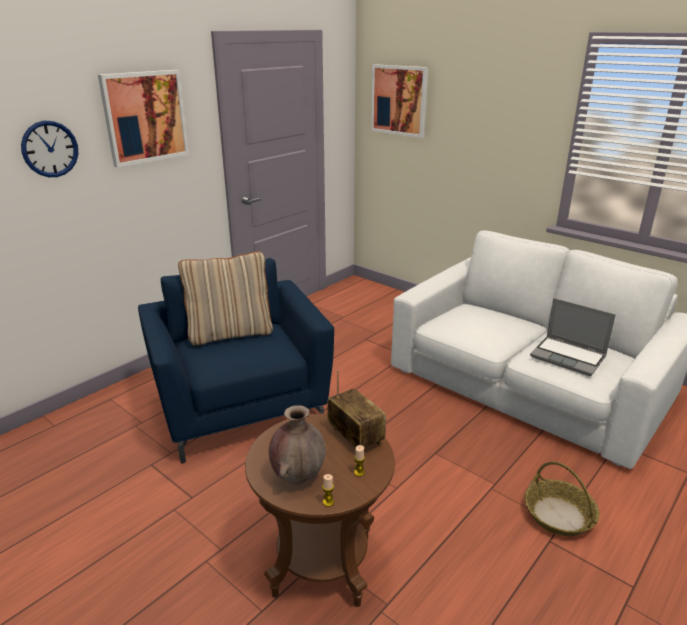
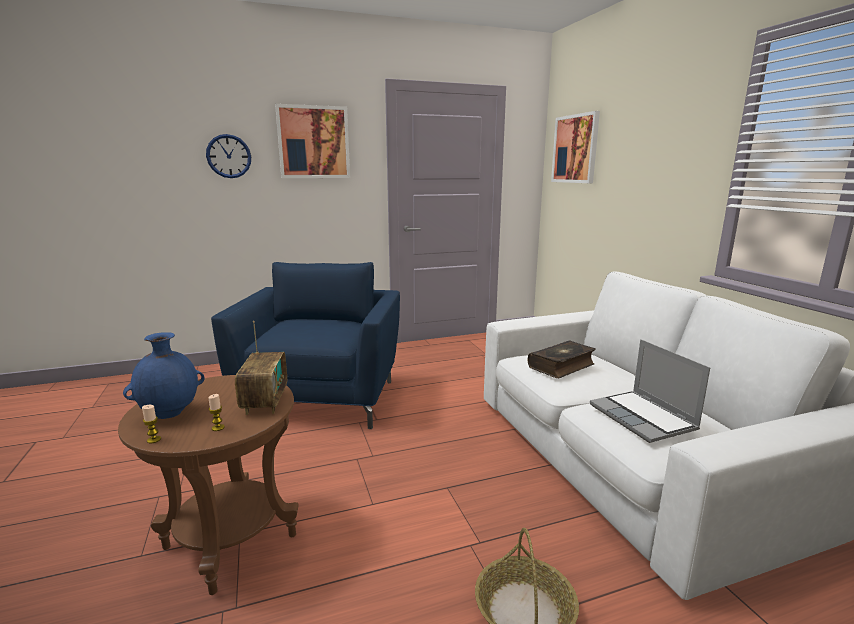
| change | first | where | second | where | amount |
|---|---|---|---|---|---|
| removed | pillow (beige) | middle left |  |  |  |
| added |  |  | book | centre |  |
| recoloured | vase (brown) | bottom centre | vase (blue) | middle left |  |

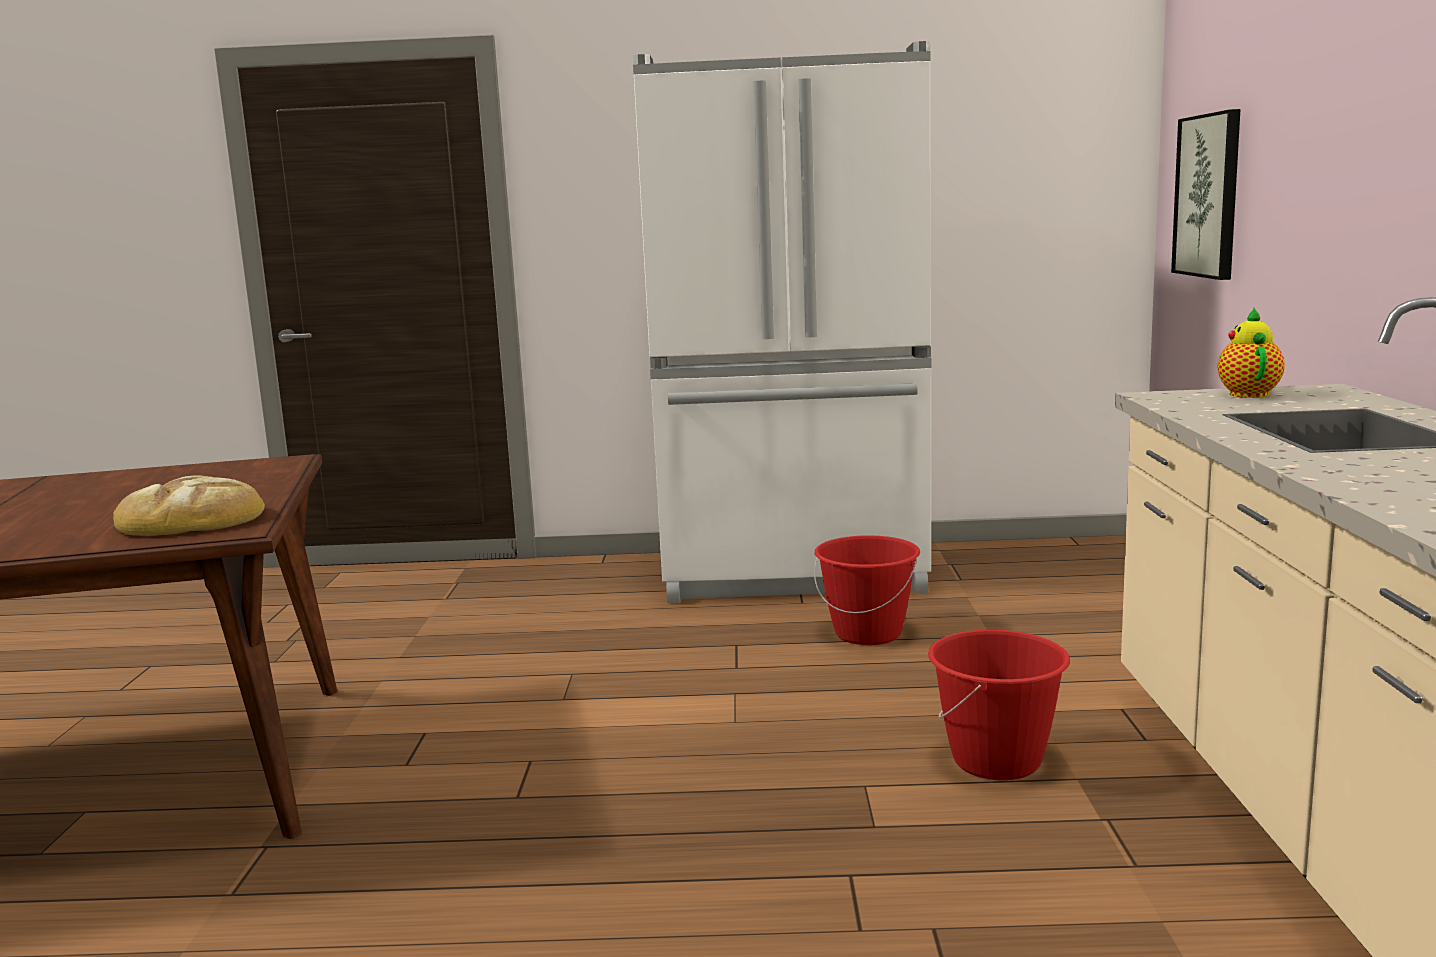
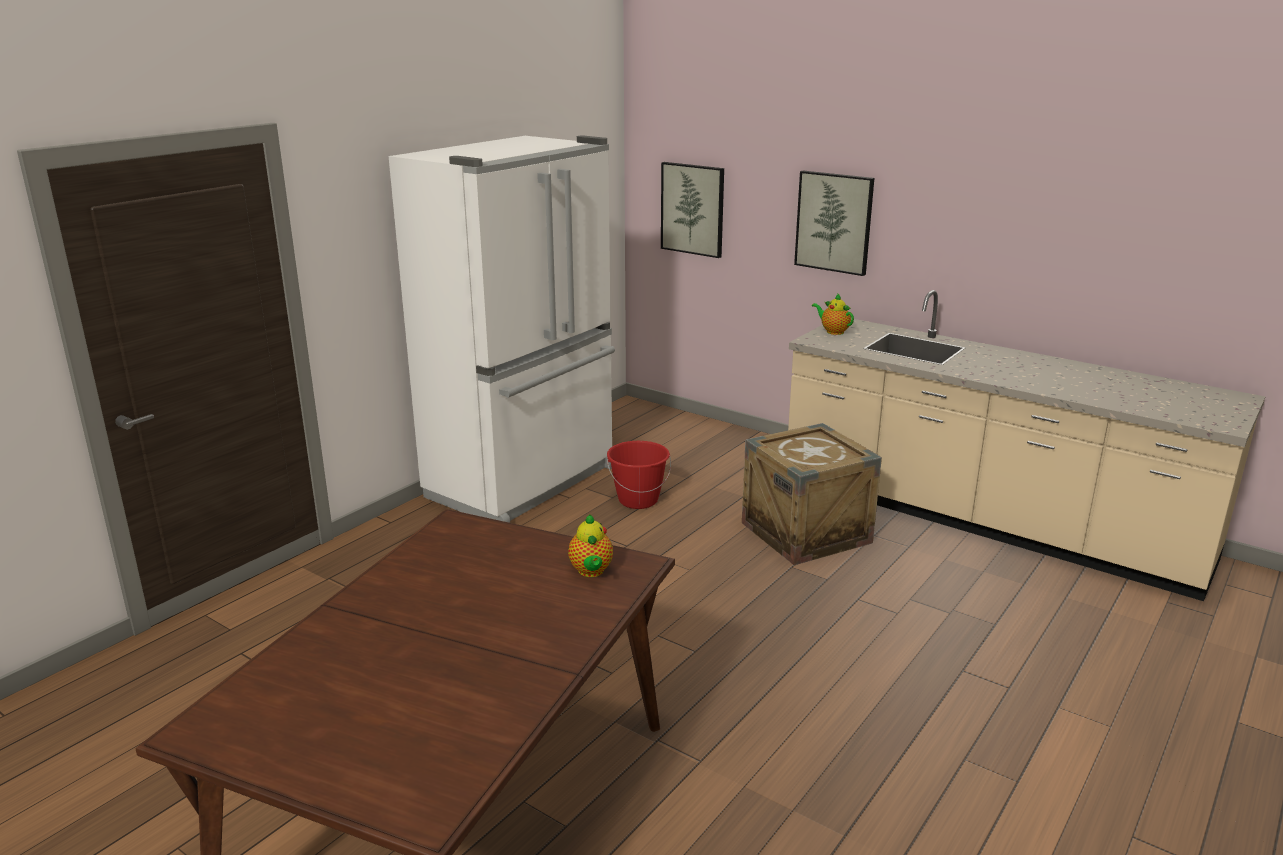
| change | first | where | second | where | amount |
|---|---|---|---|---|---|
| added |  |  | picture (2nd from left) | top centre |  |
| replaced | bread | middle left | teapot (1st from left) | centre |  |
| replaced | bucket (red) (2nd from left) | bottom right | crate | centre |  |

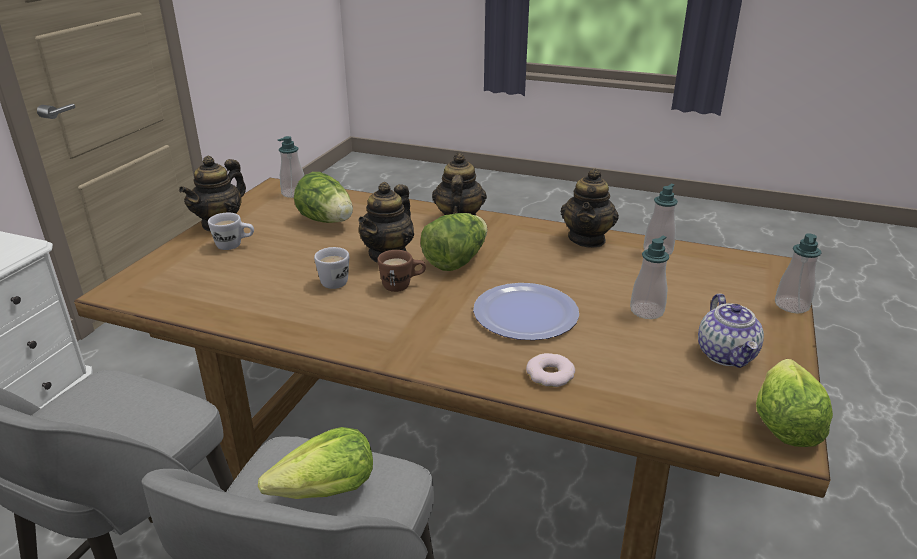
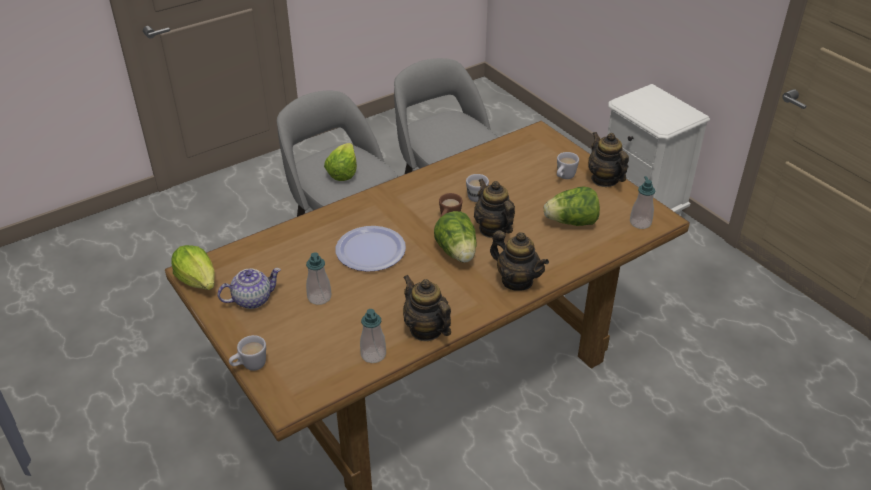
| change | first | where | second | where | amount |
|---|---|---|---|---|---|
| removed | donut | centre |  |  |  |
| replaced | soap dispenser (4th from left) | middle right | mug (white) (1st from left) | bottom left |  |
| turned | teapot (5th from left in the first image) | middle right | teapot (1st from left) | middle left | 120 degrees clockwise |

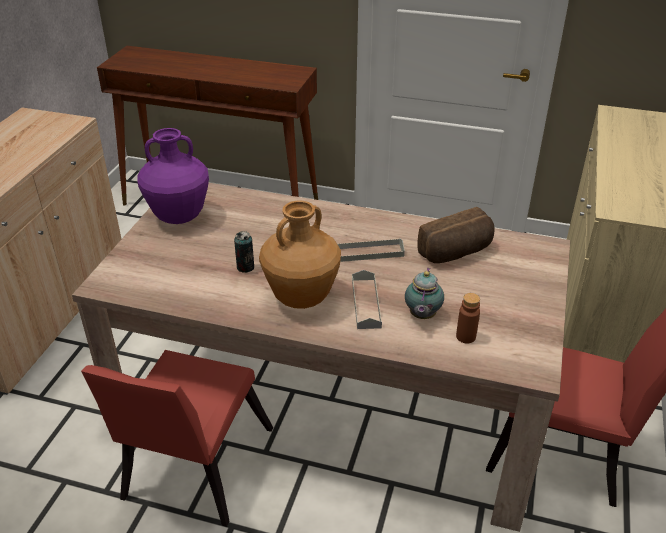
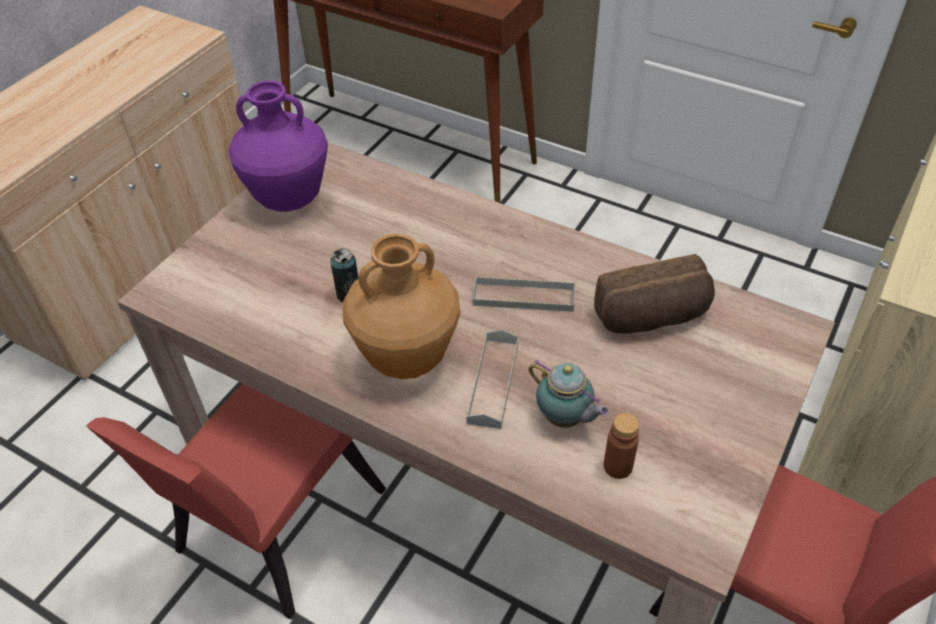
| change | first | where | second | where | amount |
|---|---|---|---|---|---|
| turned | teapot | centre |  | centre | 75 degrees counterclockwise |

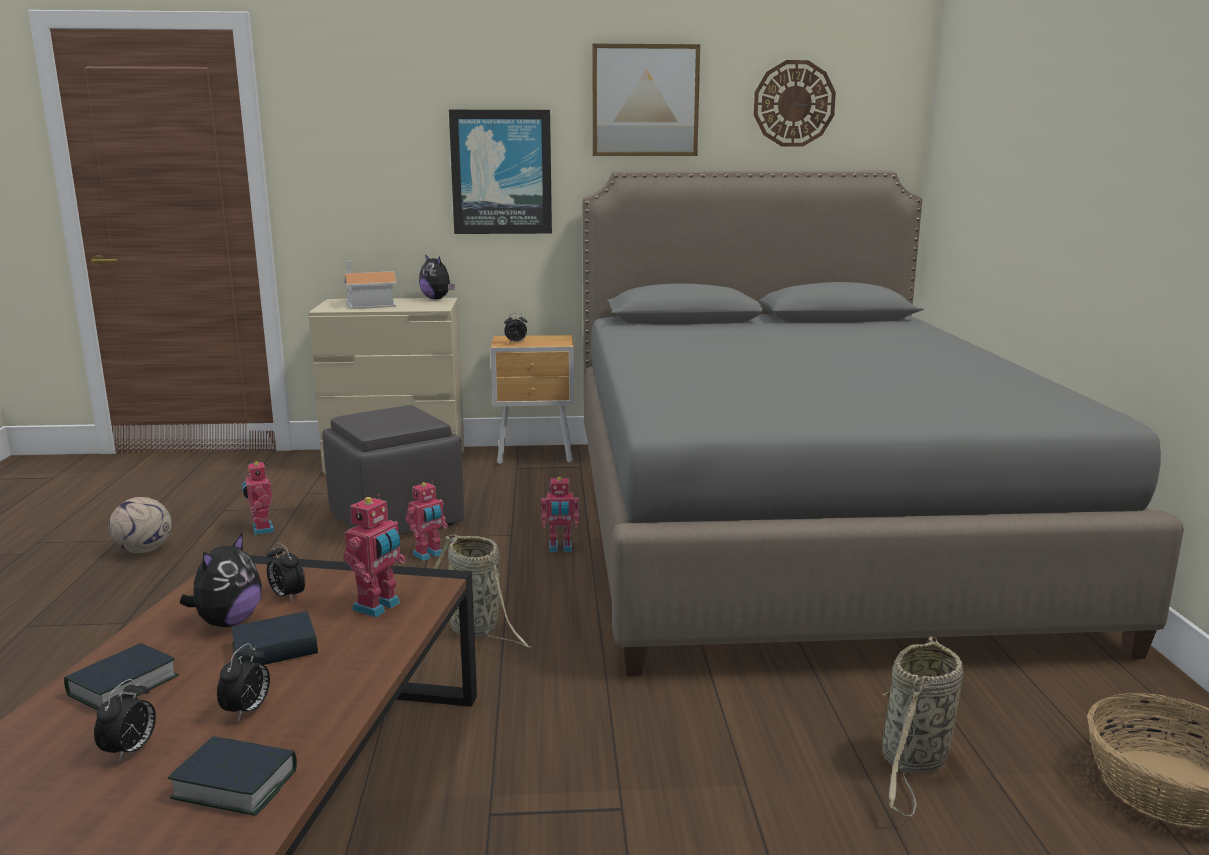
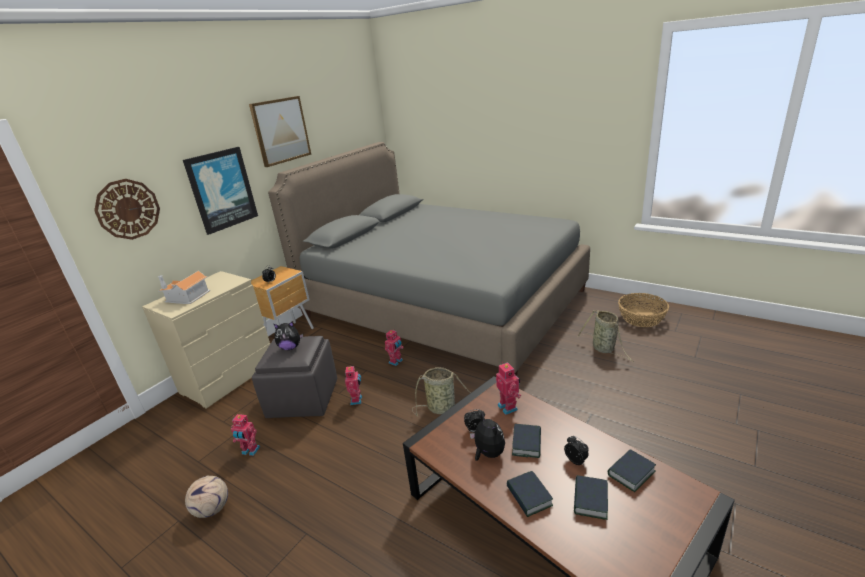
| change | first | where | second | where | amount |
|---|---|---|---|---|---|
| moved | plush toy (2nd from left in the first image) | top centre | plush toy (1st from left) | middle left |  |
| moved | wall clock | top centre |  | middle left |  |
| replaced | alarm clock (1st from left) | bottom left | book (3rd from left) | bottom right |  |

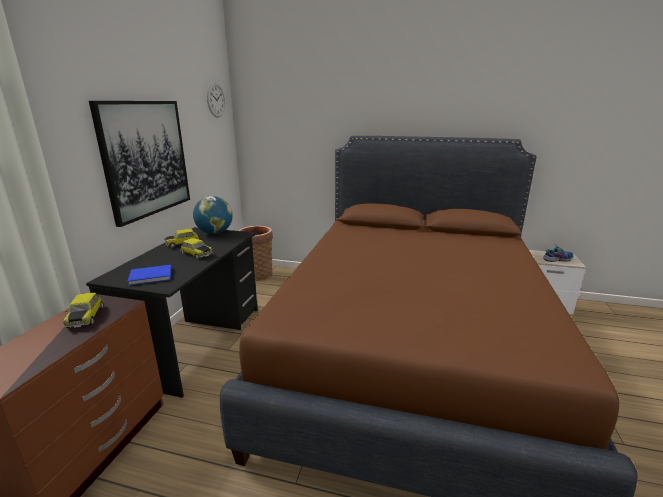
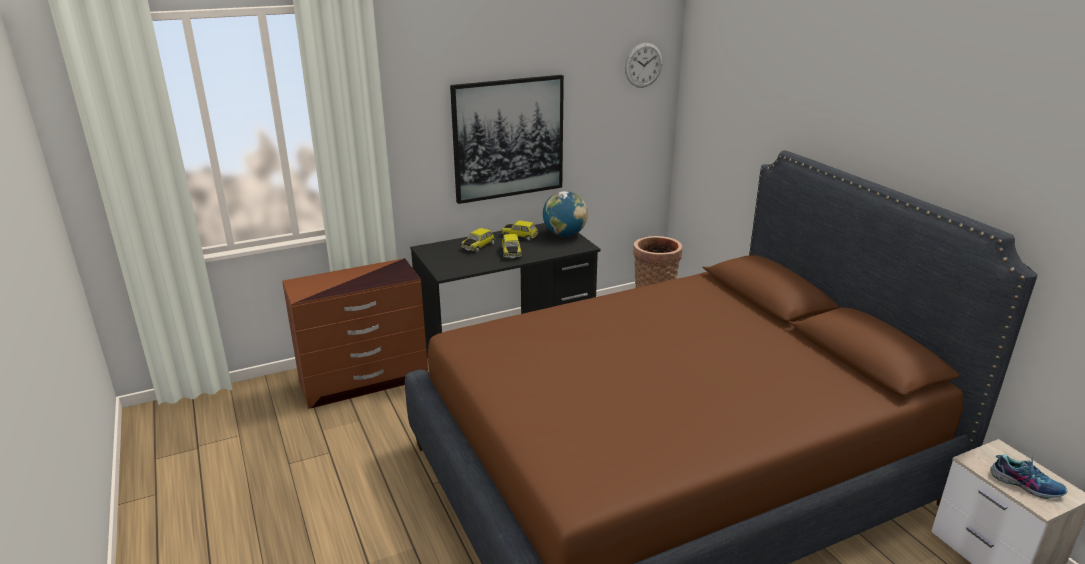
| change | first | where | second | where | amount |
|---|---|---|---|---|---|
| removed | book (blue) | middle left |  |  |  |
| moved | toy car (1st from left) | middle left |  | centre |  |

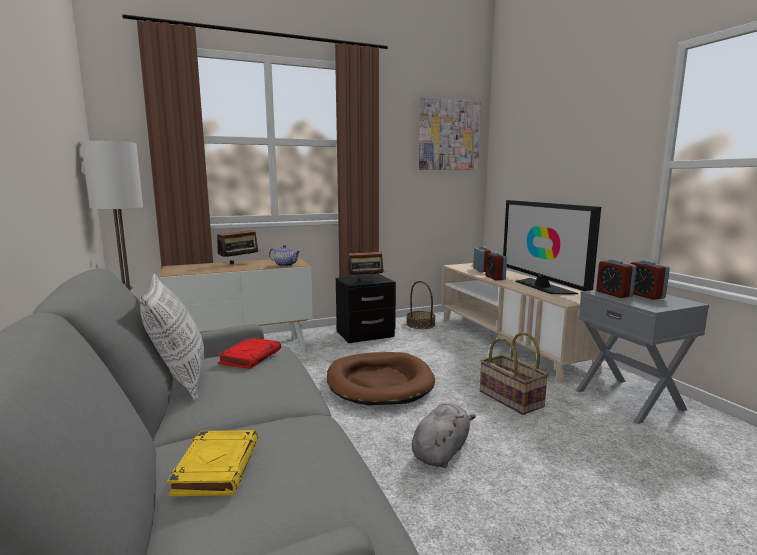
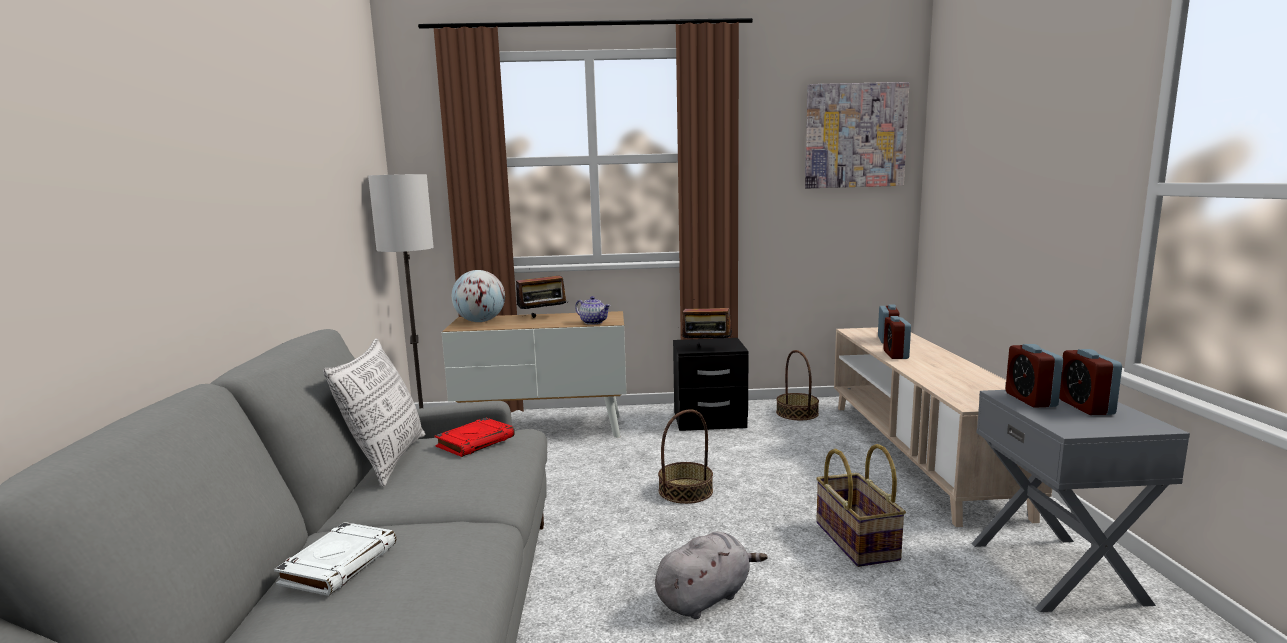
| change | first | where | second | where | amount |
|---|---|---|---|---|---|
| removed | television | middle right |  |  |  |
| added |  |  | globe | centre |  |
| replaced | dog bed (brown) | bottom centre | basket (1st from left) | bottom centre |  |
| recoloured | book (yellow) | bottom left | book (white) | bottom left |  |

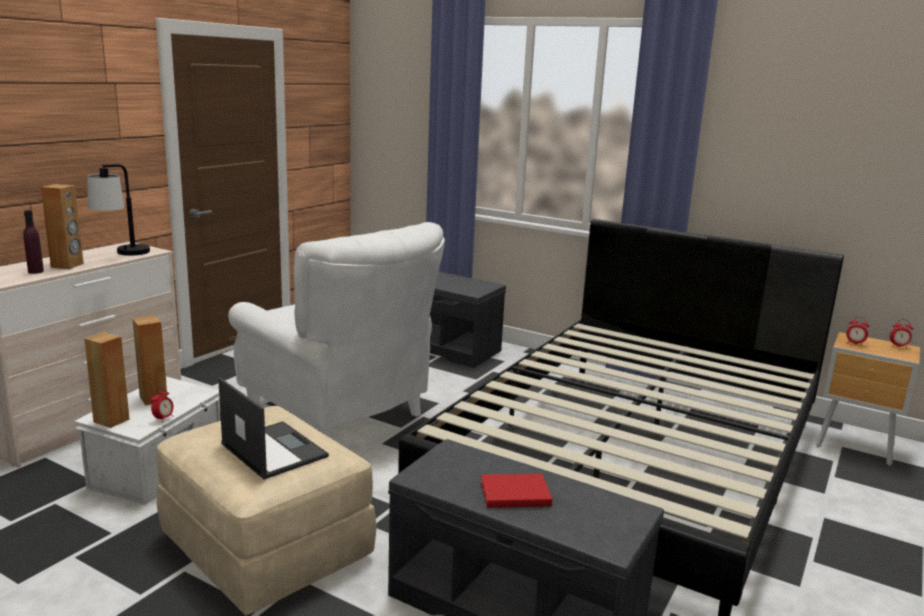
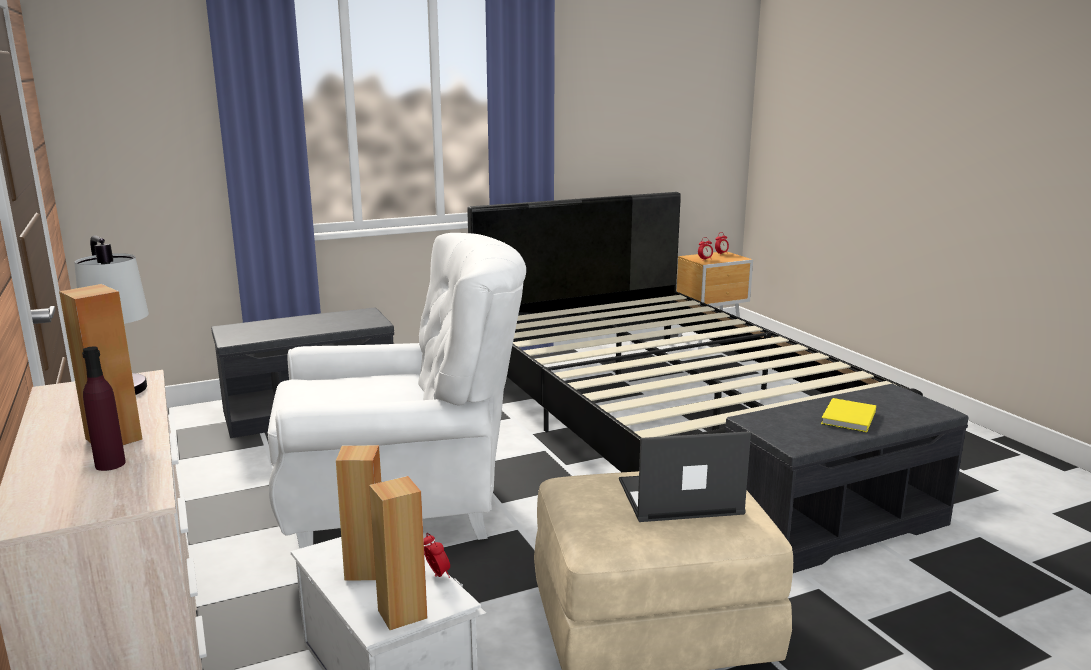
| change | first | where | second | where | amount |
|---|---|---|---|---|---|
| recoloured | book (red) | bottom centre | book (yellow) | middle right |  |

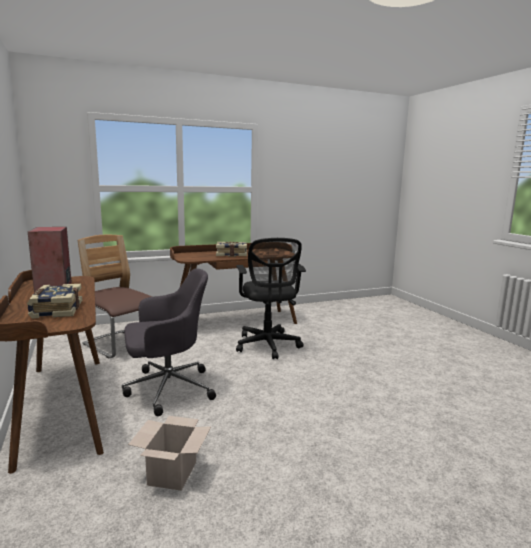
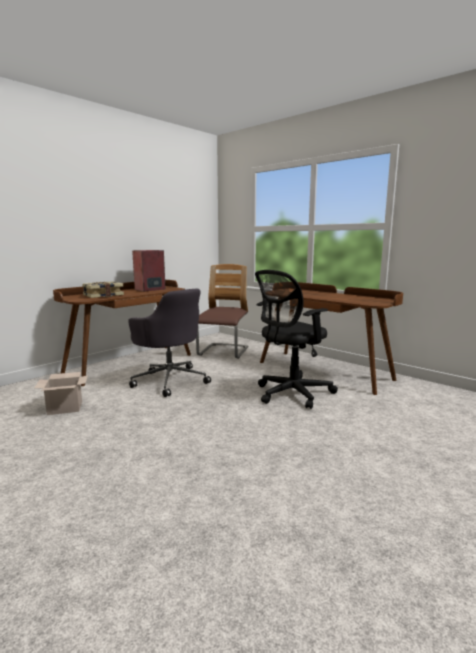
| change | first | where | second | where | amount |
|---|---|---|---|---|---|
| removed | book (2nd from left) | centre |  |  |  |

